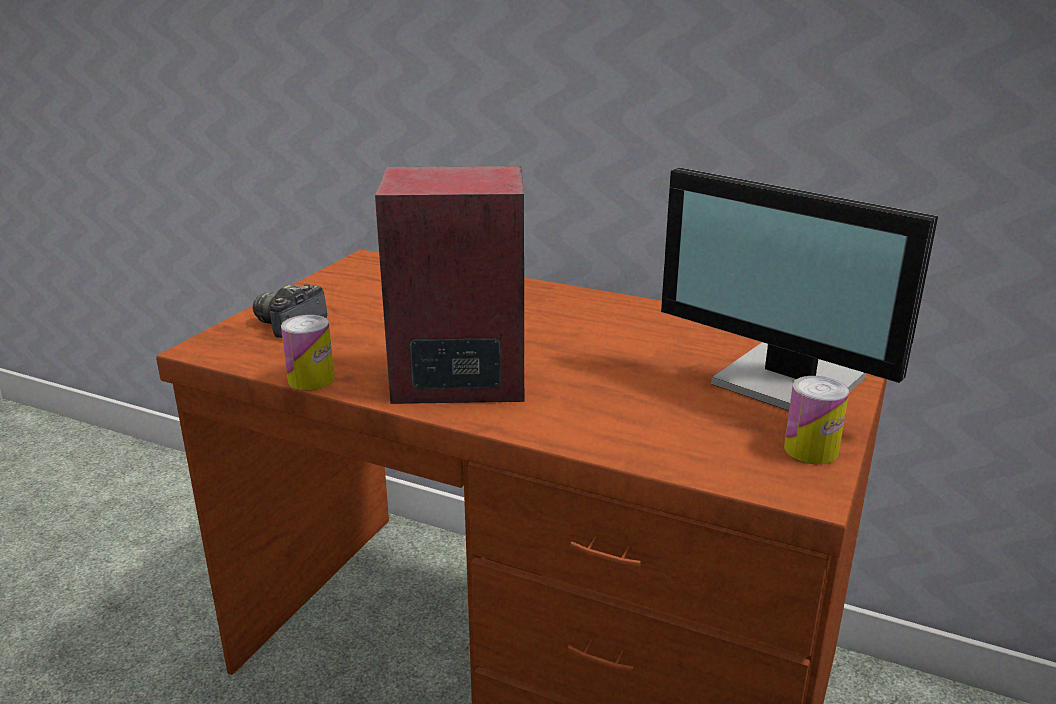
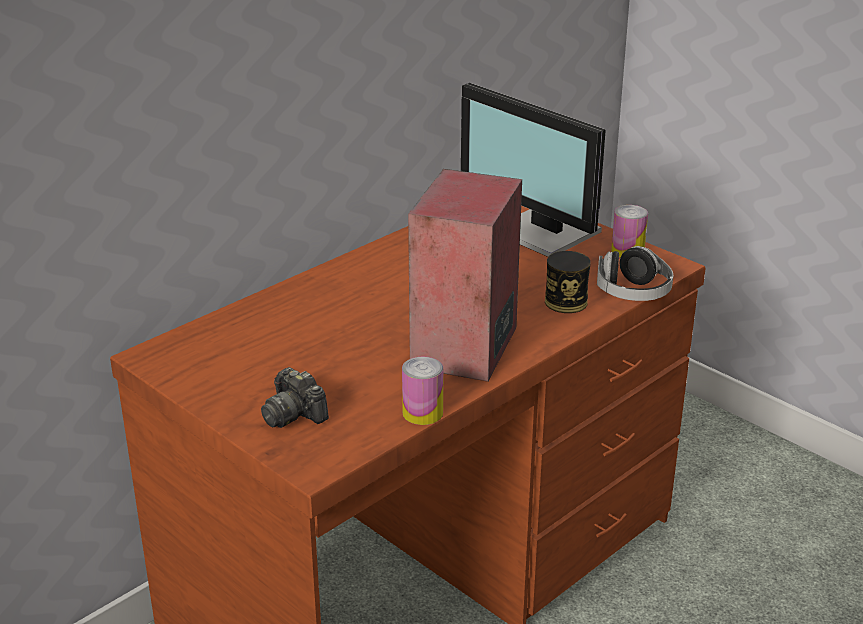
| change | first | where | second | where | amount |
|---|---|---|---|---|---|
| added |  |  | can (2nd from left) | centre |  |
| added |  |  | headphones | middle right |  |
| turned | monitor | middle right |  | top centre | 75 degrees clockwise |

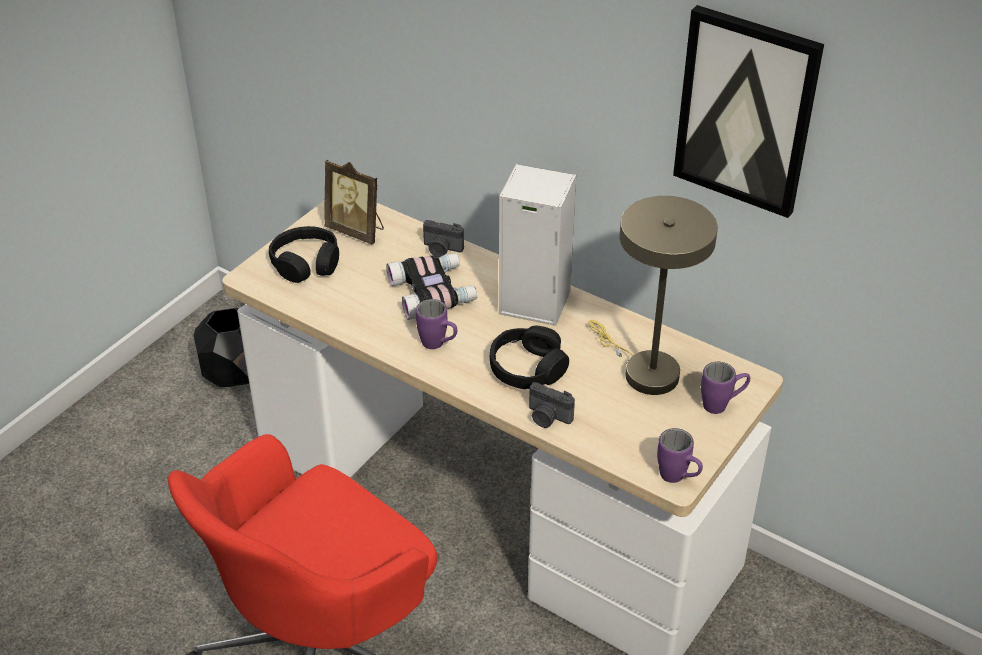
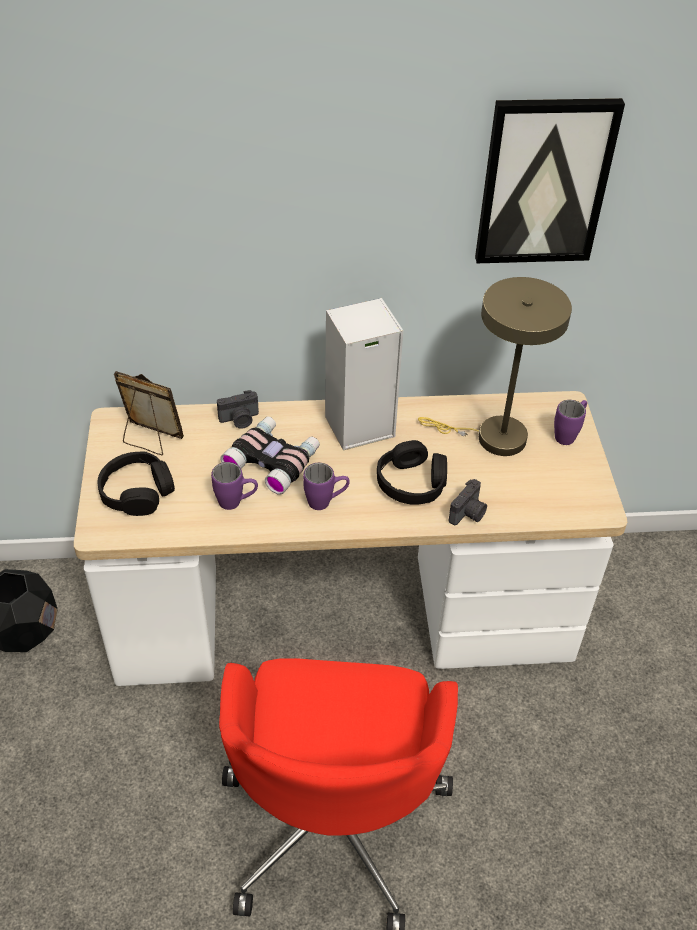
| change | first | where | second | where | amount |
|---|---|---|---|---|---|
| moved | mug (purple) (2nd from left in the first image) | bottom right | mug (purple) (1st from left) | centre |  |
| turned | picture frame | top centre |  | middle left | 150 degrees counterclockwise |
| turned | photo camera (2nd from left) | centre |  | middle right | 45 degrees counterclockwise |

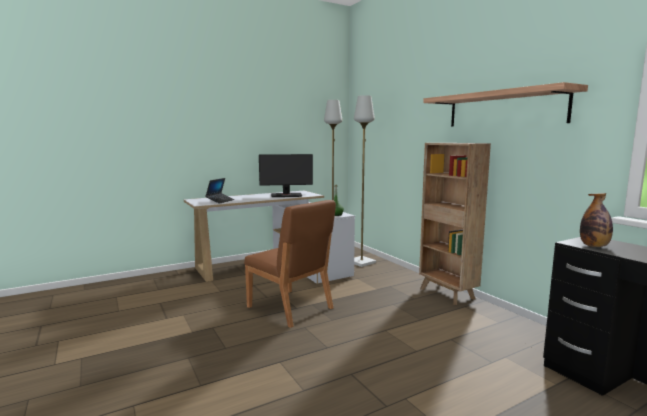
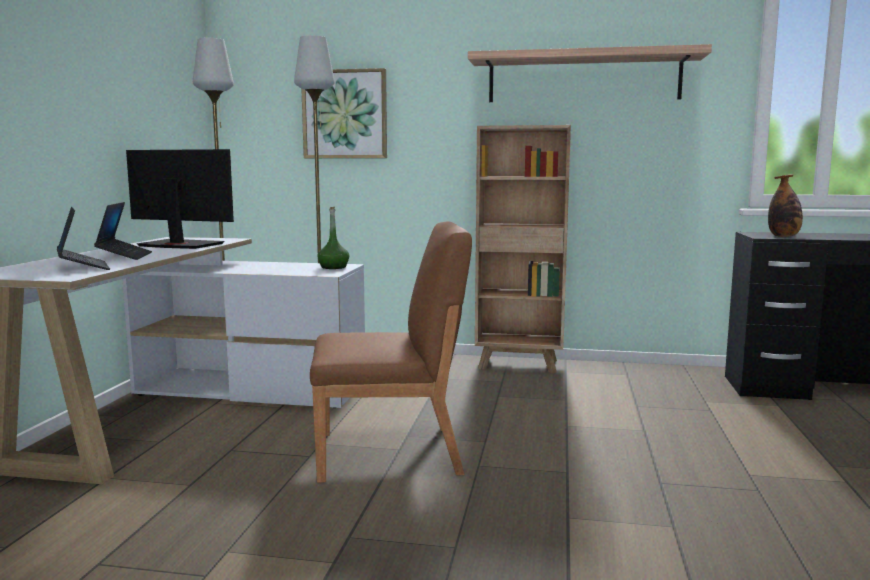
| change | first | where | second | where | amount |
|---|---|---|---|---|---|
| added |  |  | laptop (2nd from left) | middle left |  |
| added |  |  | picture | top centre |  |
| turned | monitor | centre |  | middle left | 105 degrees counterclockwise |

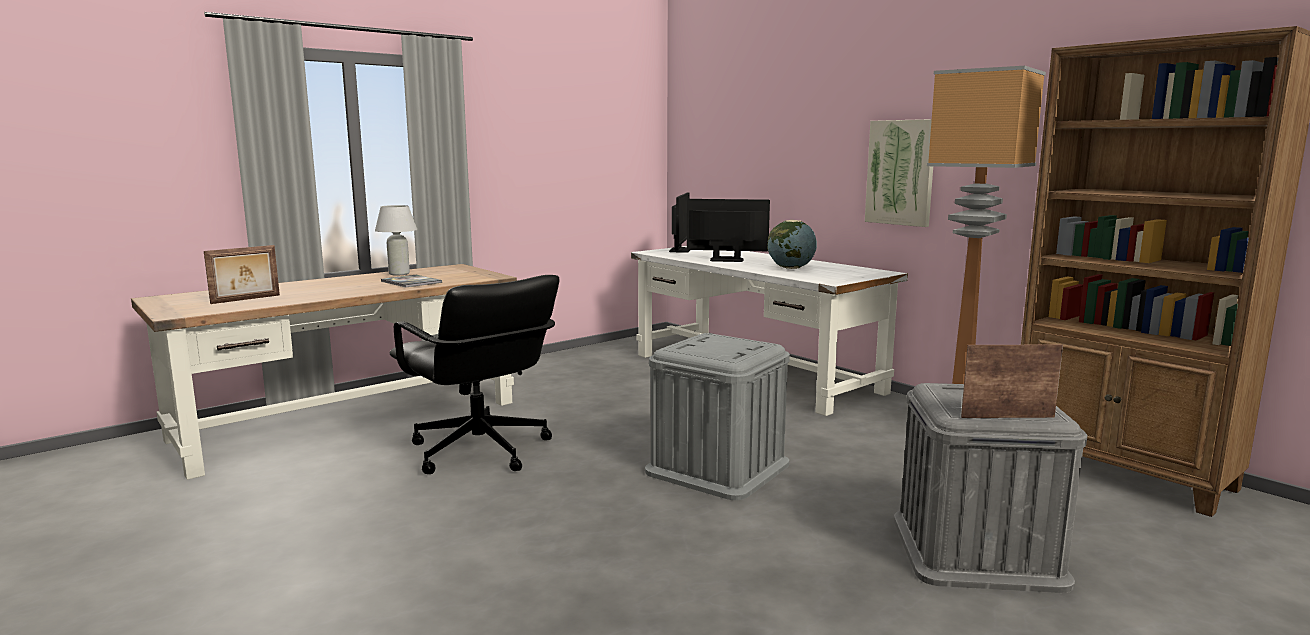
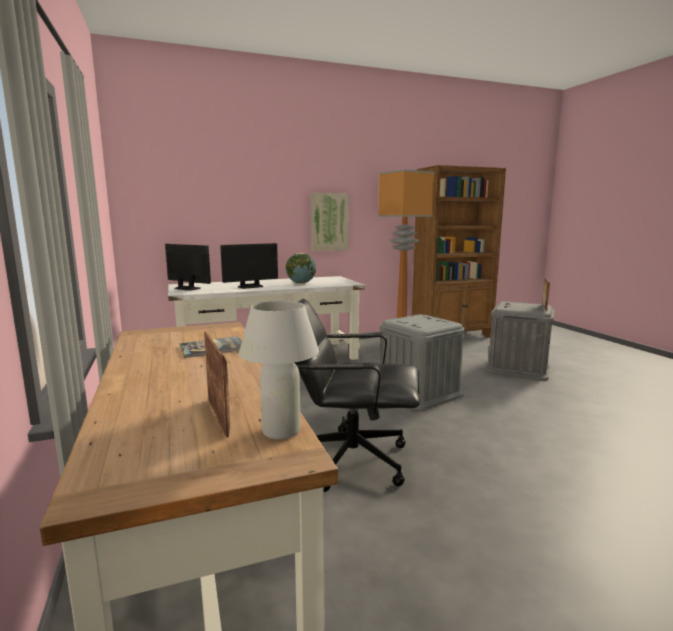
| change | first | where | second | where | amount |
|---|---|---|---|---|---|
| moved | table lamp (white) | middle left |  | centre |  |
| turned | office chair (black) | centre |  | centre | 150 degrees counterclockwise |
| turned | monitor (2nd from left) | centre |  | centre | 150 degrees counterclockwise |

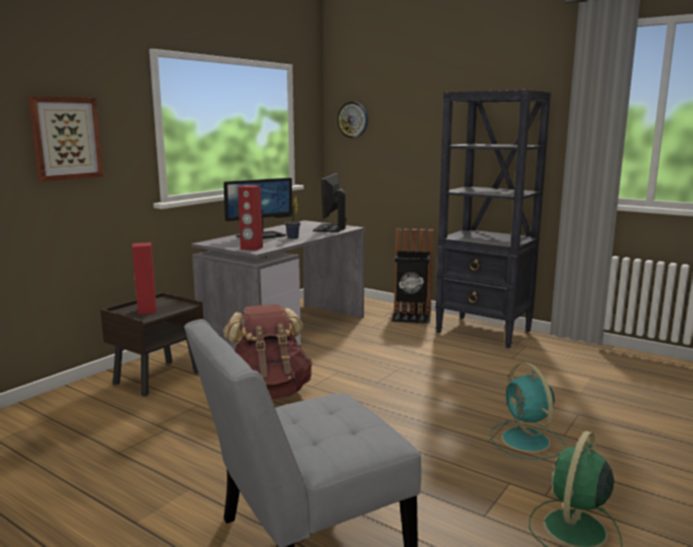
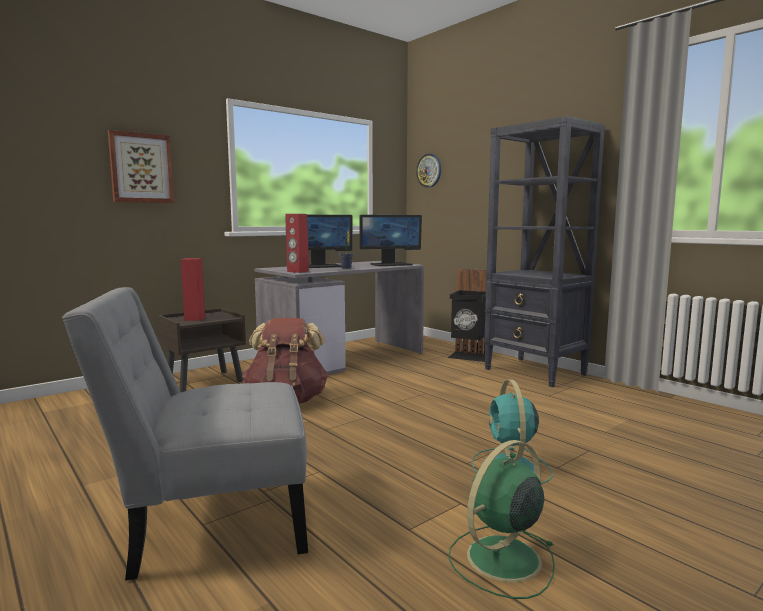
| change | first | where | second | where | amount |
|---|---|---|---|---|---|
| turned | monitor (2nd from left) | centre |  | centre | 135 degrees counterclockwise |

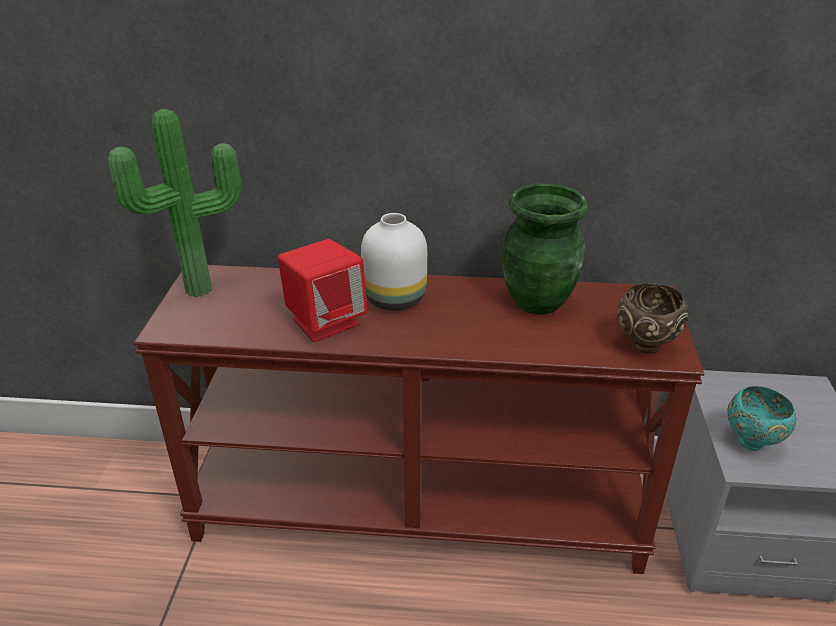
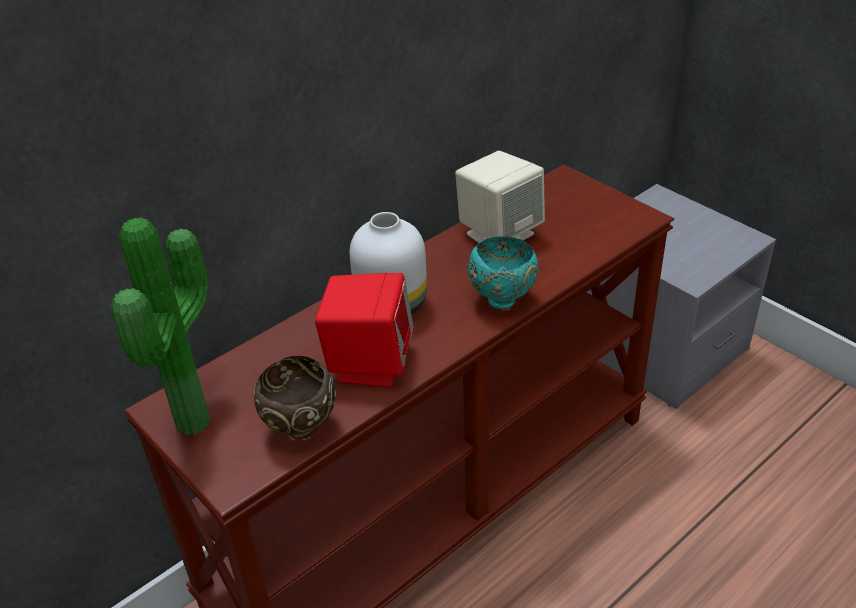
| change | first | where | second | where | amount |
|---|---|---|---|---|---|
| moved | bowl (brown) | middle right |  | centre |  |
| moved | bowl (turquoise) | bottom right |  | centre |  |
| replaced | vase (green) | centre | speaker (beige) | top centre |  |

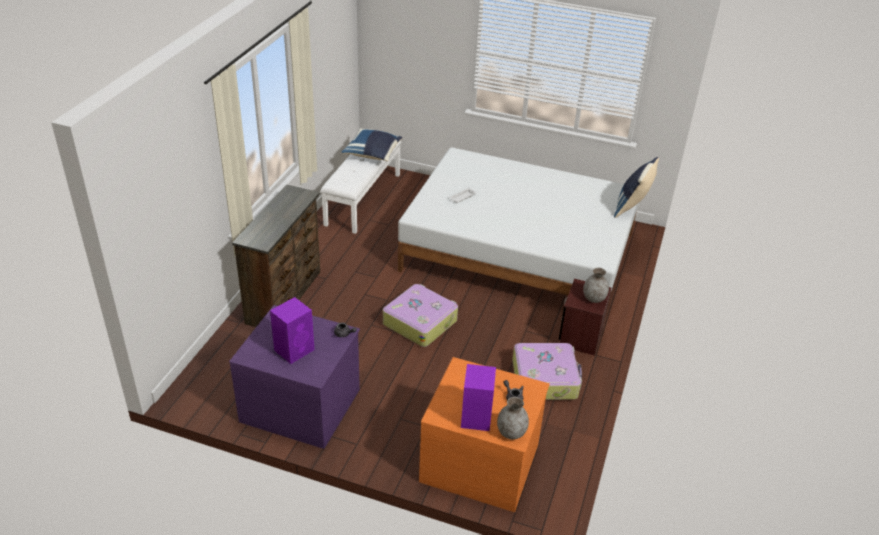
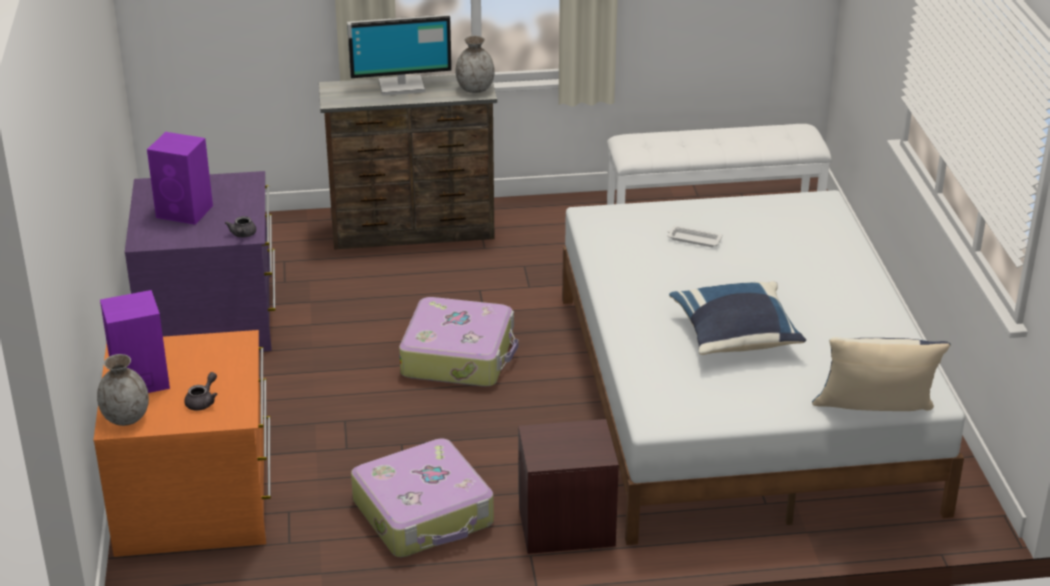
| change | first | where | second | where | amount |
|---|---|---|---|---|---|
| added |  |  | monitor | top centre |  |
| moved | pillow (blue) (1st from left) | top centre |  | middle right |  |
| moved | vase (grey) (2nd from left) | middle right |  | top centre |  |

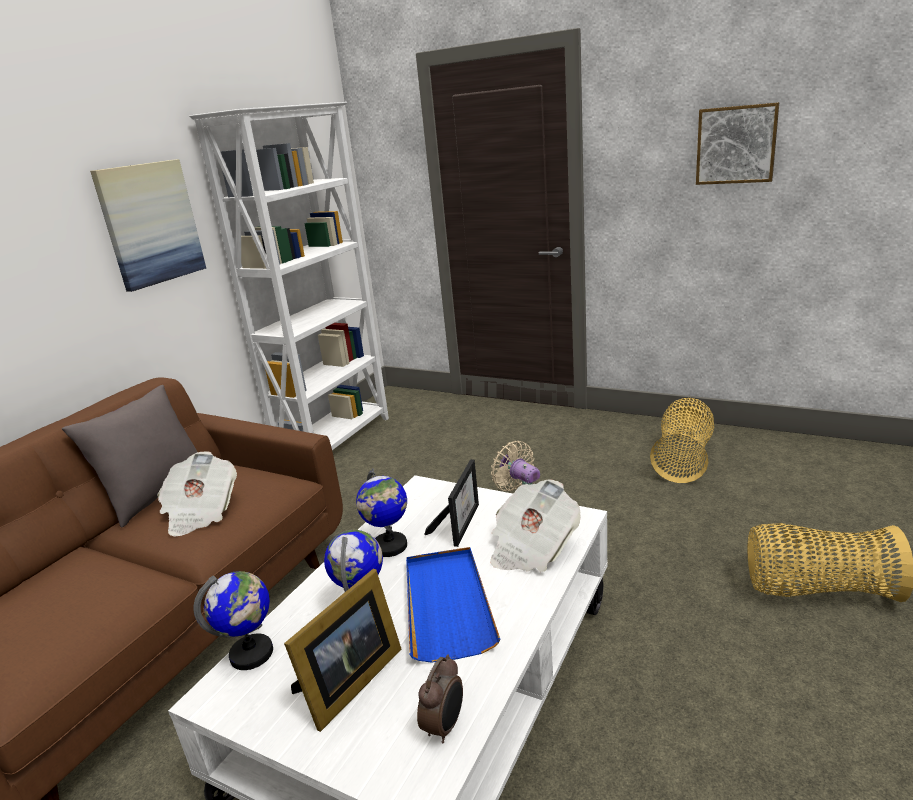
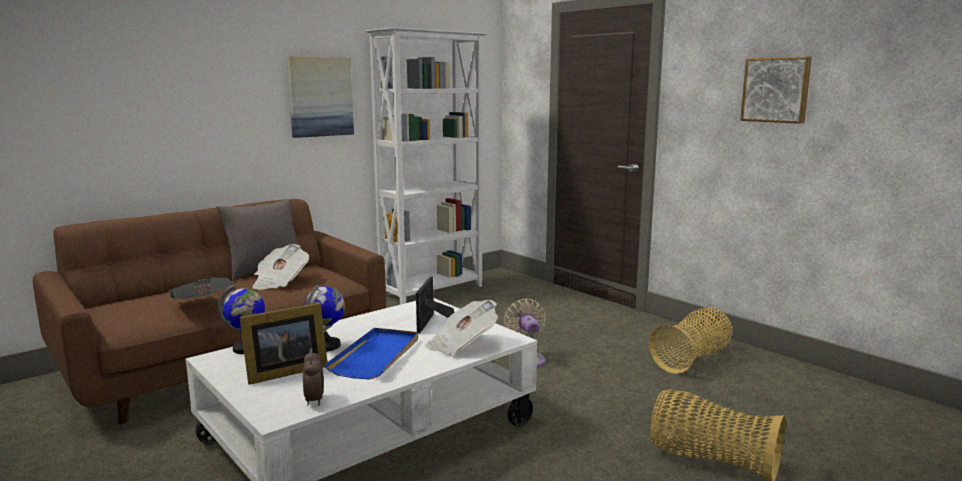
| change | first | where | second | where | amount |
|---|---|---|---|---|---|
| removed | globe (3rd from left) | centre |  |  |  |
| added |  |  | newspaper (1st from left) | middle left |  |
| turned | alarm clock | bottom centre |  | bottom left | 60 degrees counterclockwise |
| turned | picture frame (2nd from left) | centre |  | centre | 150 degrees clockwise |

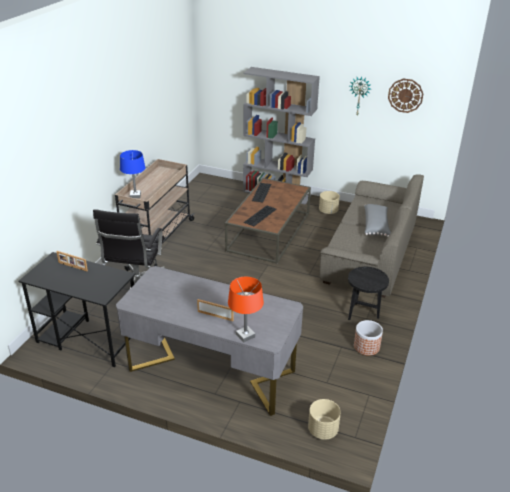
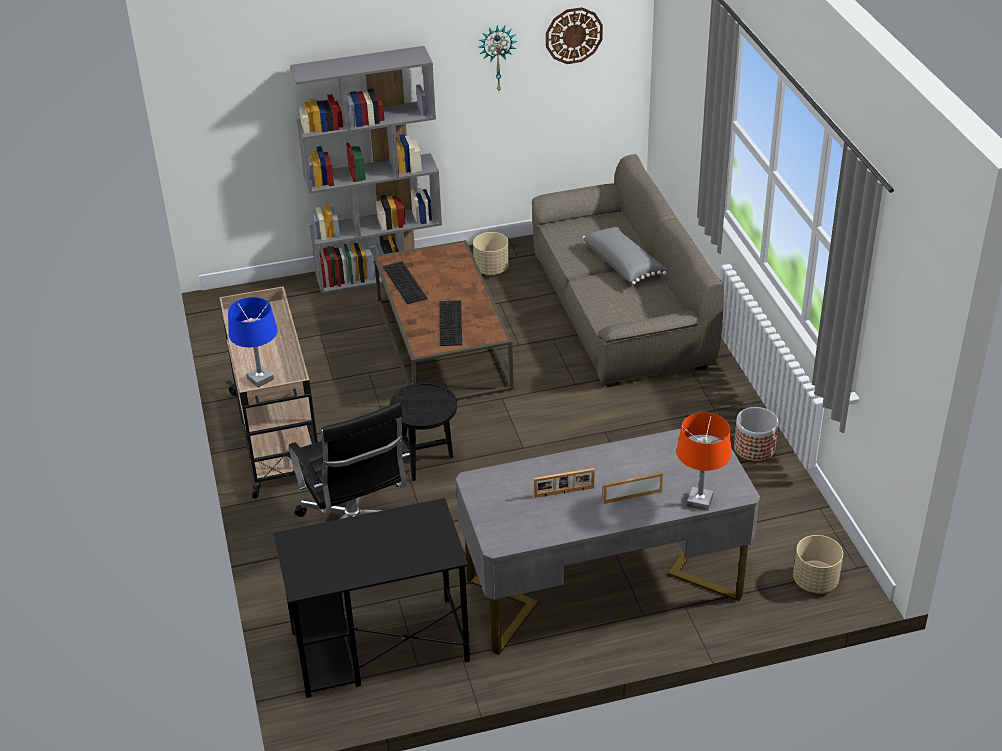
| change | first | where | second | where | amount |
|---|---|---|---|---|---|
| moved | picture frame (1st from left) | middle left |  | centre |  |
| moved | side table (black) | middle right |  | centre |  |

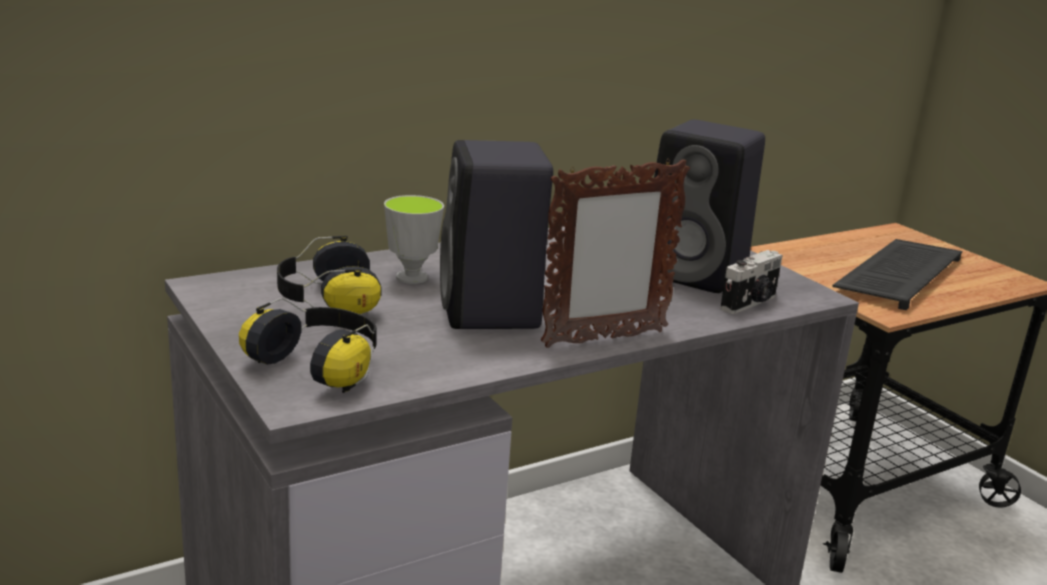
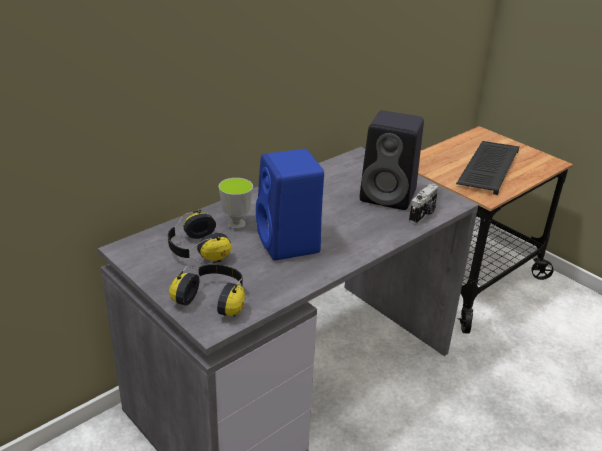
| change | first | where | second | where | amount |
|---|---|---|---|---|---|
| removed | picture frame | centre |  |  |  |
| recoloured | speaker (black) (1st from left) | centre | speaker (blue) | centre |  |

